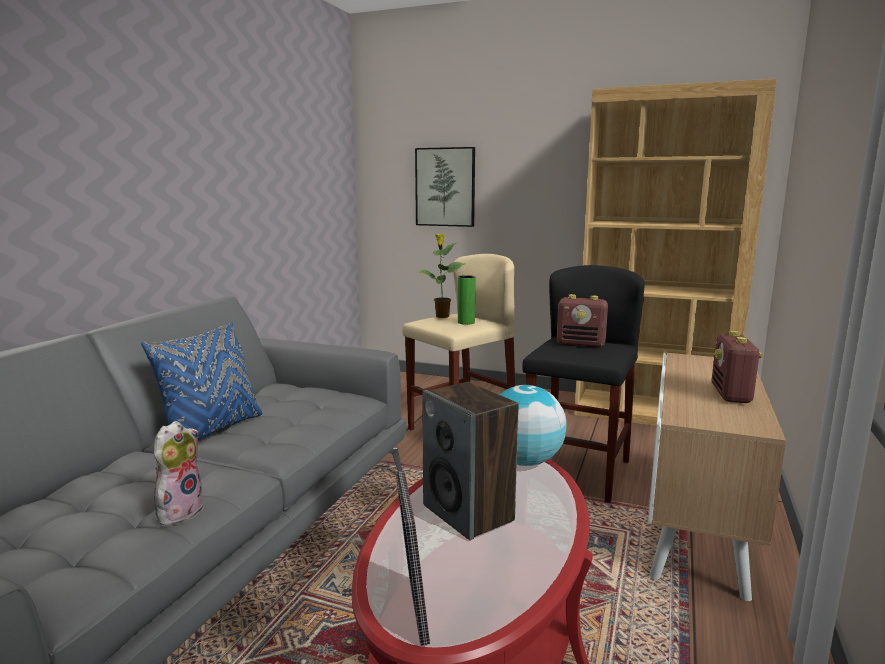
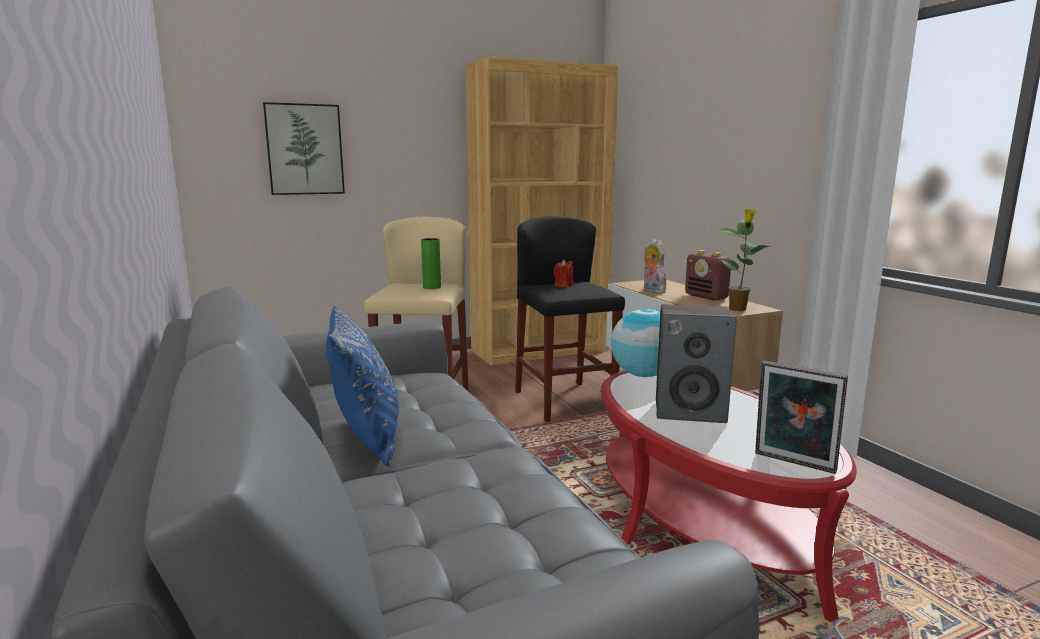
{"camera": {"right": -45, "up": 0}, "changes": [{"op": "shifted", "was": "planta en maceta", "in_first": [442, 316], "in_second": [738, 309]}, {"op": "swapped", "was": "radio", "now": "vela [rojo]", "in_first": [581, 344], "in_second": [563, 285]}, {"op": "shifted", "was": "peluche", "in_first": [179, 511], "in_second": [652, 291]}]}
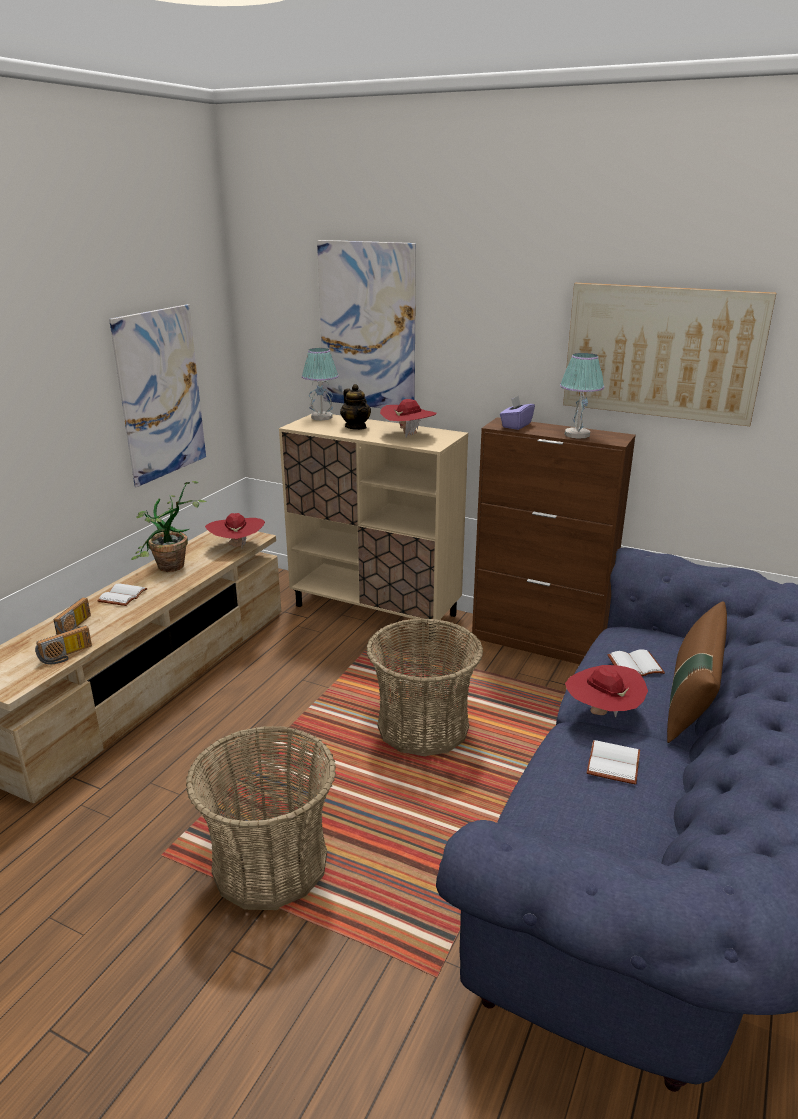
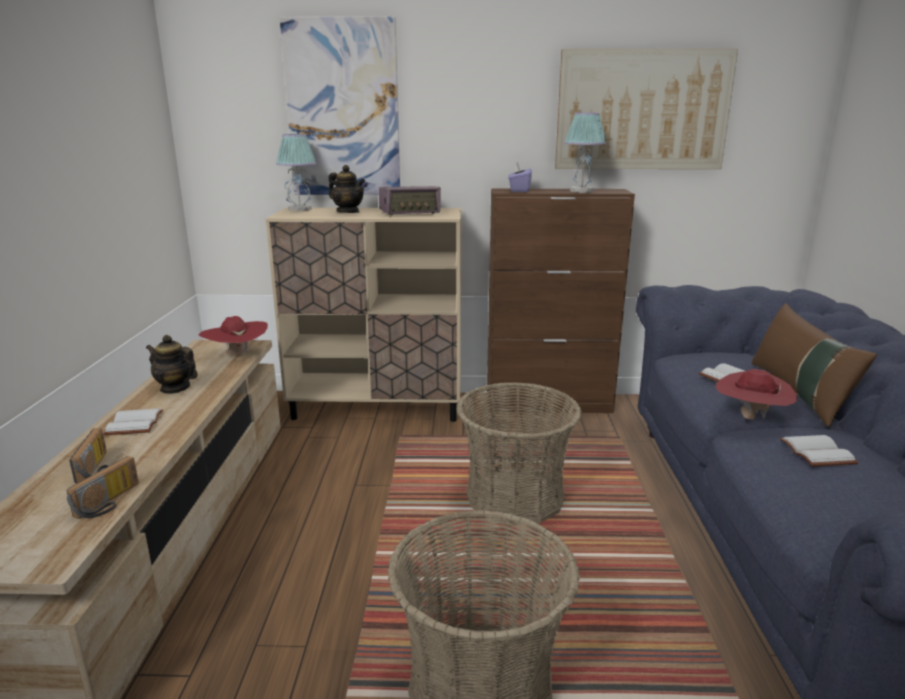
{"camera": {"right": -25, "up": -5}, "changes": [{"op": "gone", "was": "cuadro", "in_first": [161, 394]}, {"op": "swapped", "was": "sombrero [rojo]", "now": "radio", "in_first": [408, 435], "in_second": [410, 212]}, {"op": "swapped", "was": "planta en maceta", "now": "tetera", "in_first": [171, 569], "in_second": [175, 388]}]}
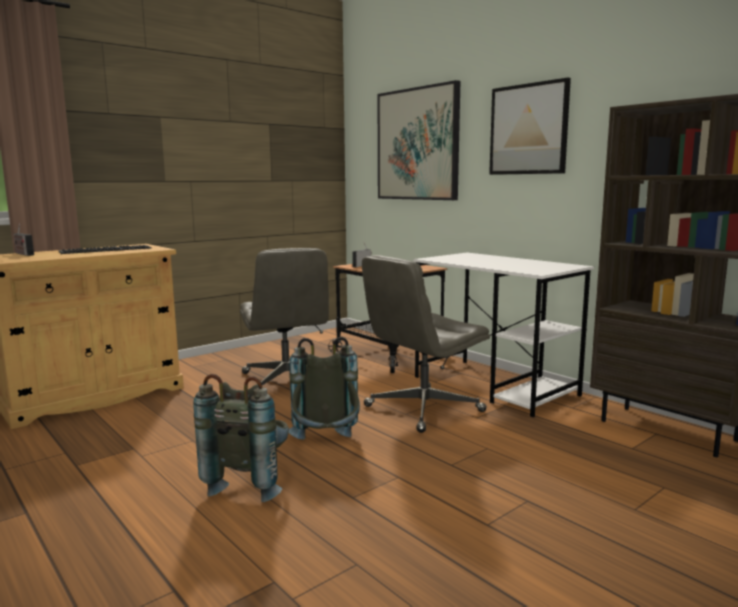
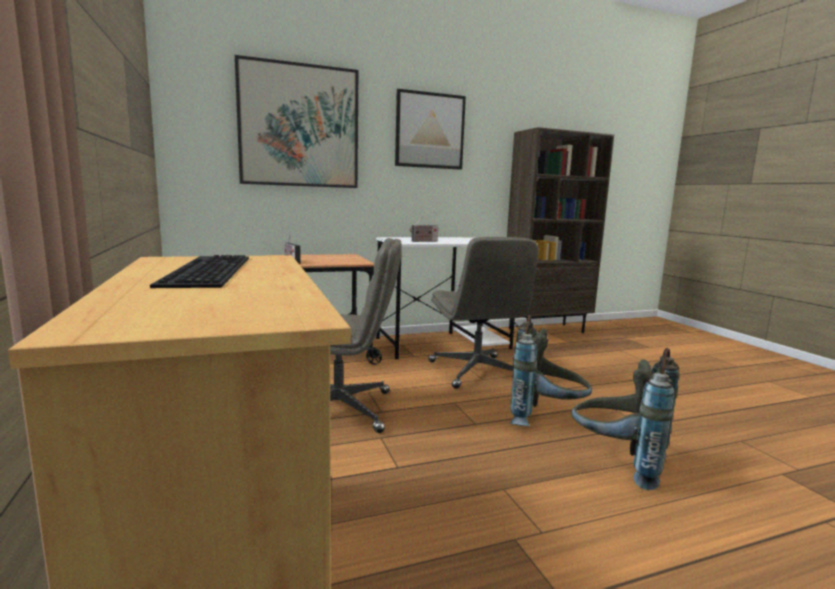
{"camera": {"right": -70, "up": 0}, "changes": [{"op": "shifted", "was": "radio", "in_first": [23, 254], "in_second": [423, 241]}]}
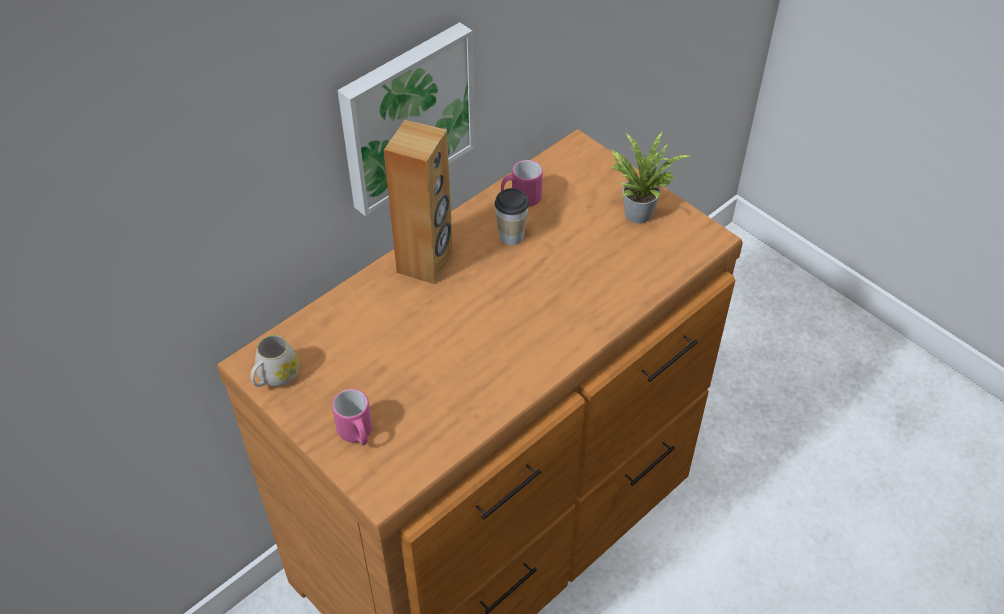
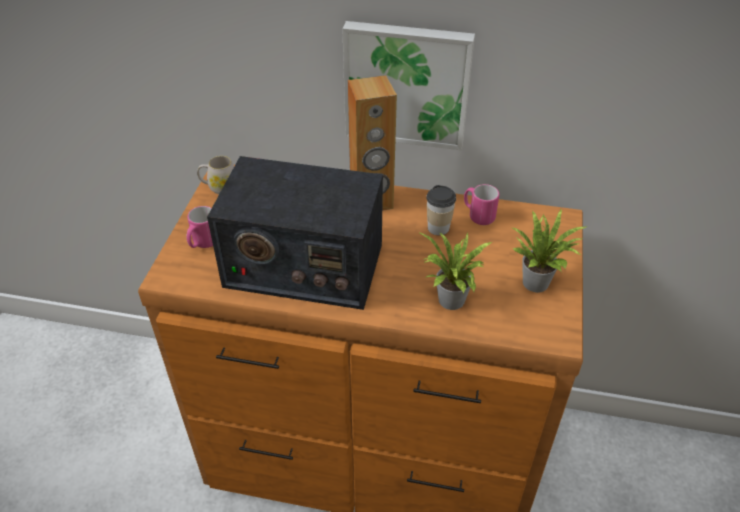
{"camera": {"right": 55, "up": -5}, "changes": [{"op": "new", "now": "radio", "in_second": [303, 265]}, {"op": "new", "now": "planta en maceta", "in_second": [450, 302]}]}
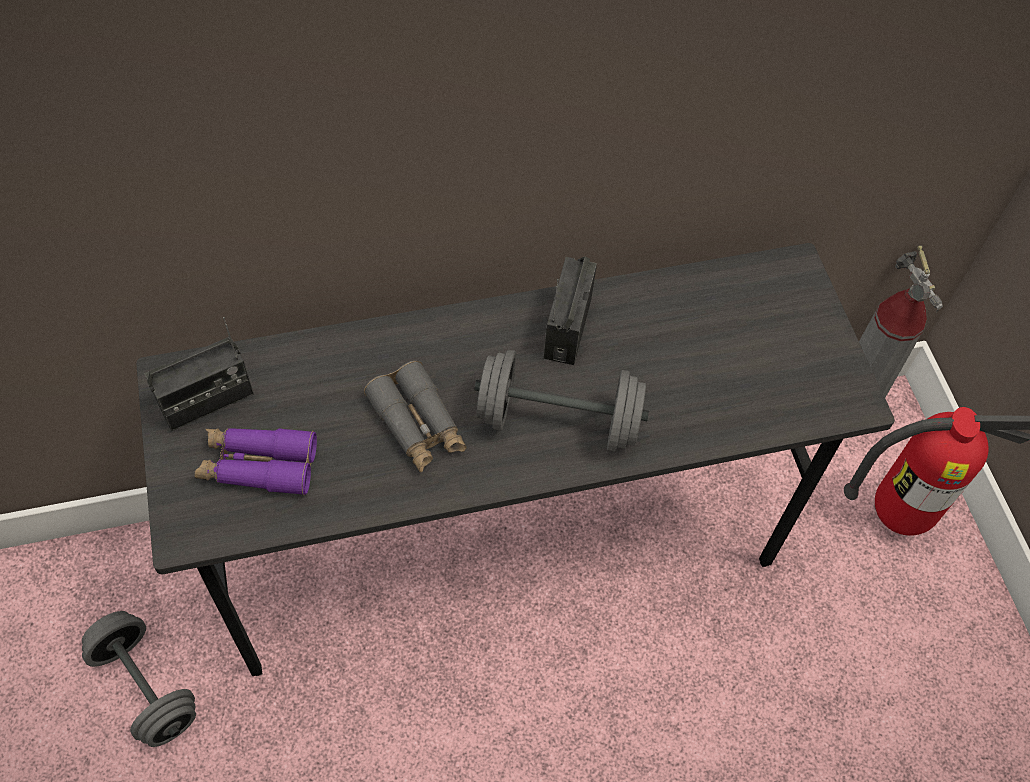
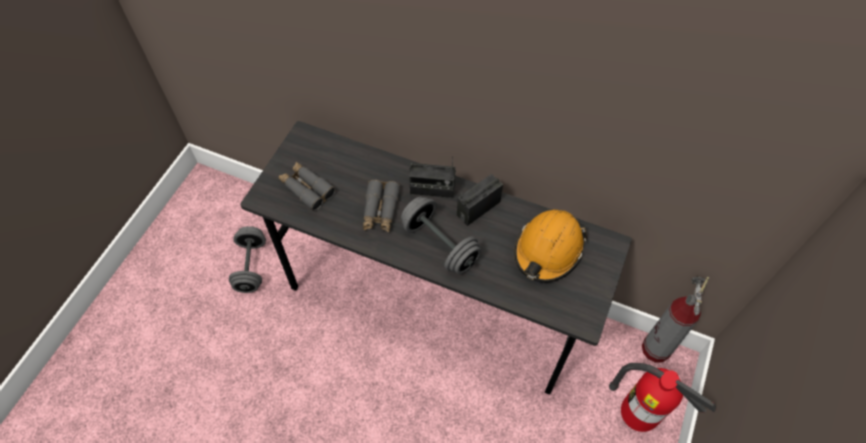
{"camera": {"right": 40, "up": 0}, "changes": [{"op": "shifted", "was": "radio", "in_first": [206, 400], "in_second": [432, 189]}, {"op": "repainted", "was": "prismáticos [morado]", "now": "prismáticos [gris]", "in_first": [258, 465], "in_second": [307, 189]}, {"op": "new", "now": "casco [naranja]", "in_second": [548, 250]}]}
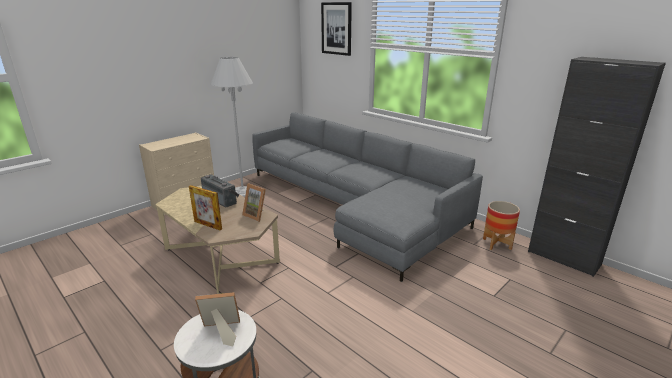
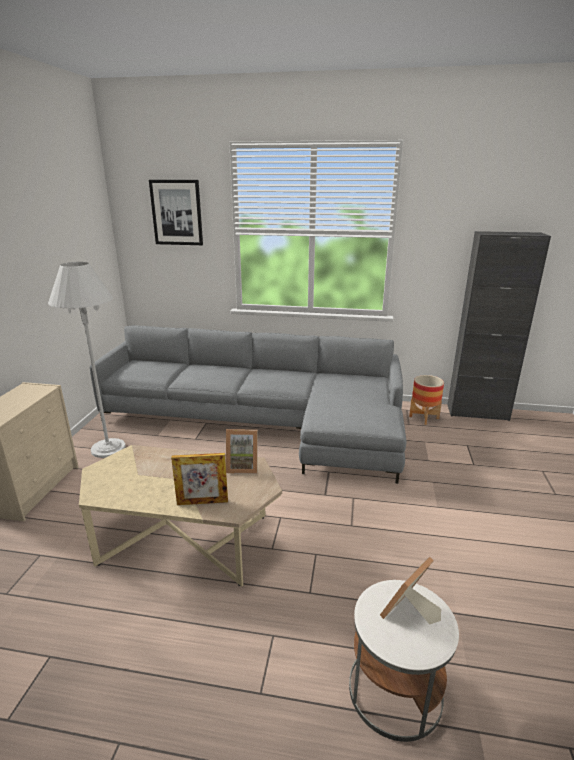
{"camera": {"right": -35, "up": 0}, "changes": [{"op": "gone", "was": "radio", "in_first": [221, 199]}]}
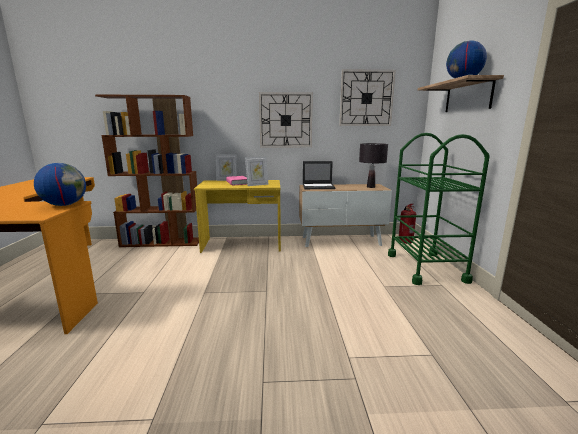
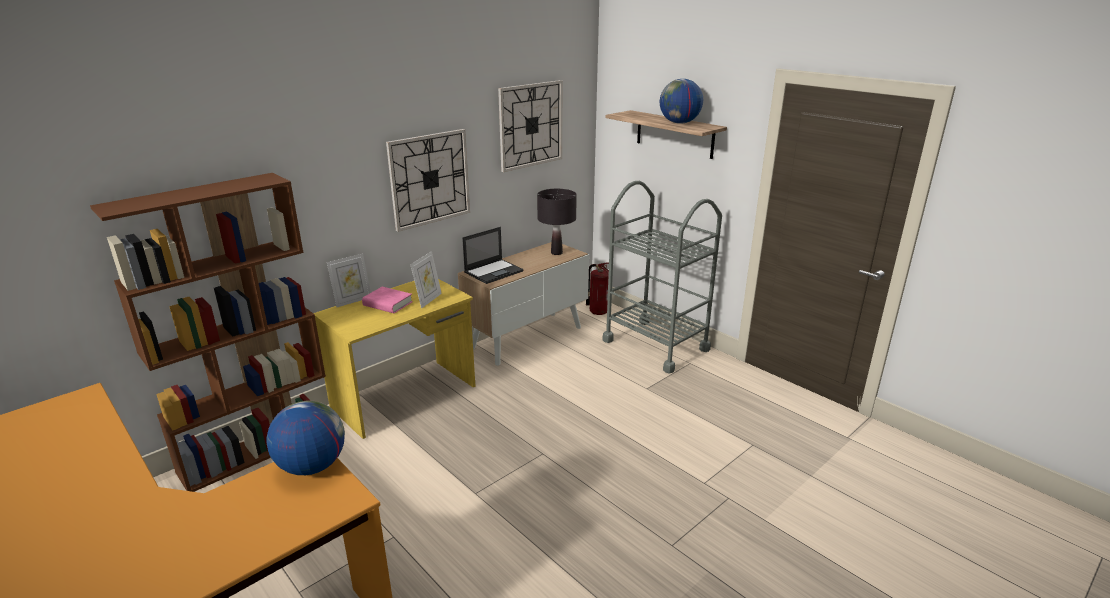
{"camera": {"right": -40, "up": 10}, "changes": [{"op": "repainted", "was": "carrito [verde]", "now": "carrito [gris]", "in_first": [425, 267], "in_second": [655, 345]}]}
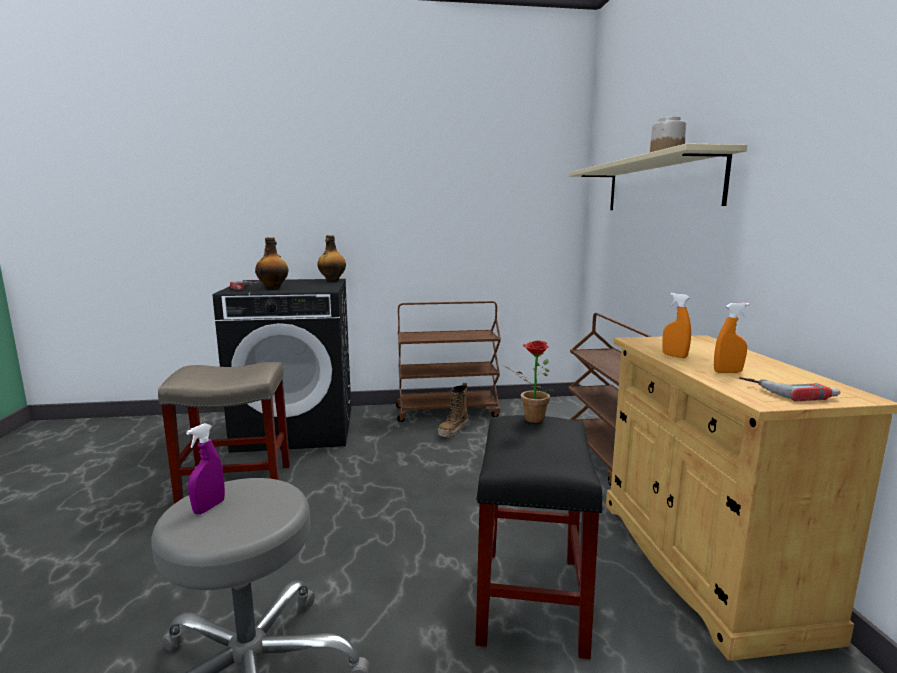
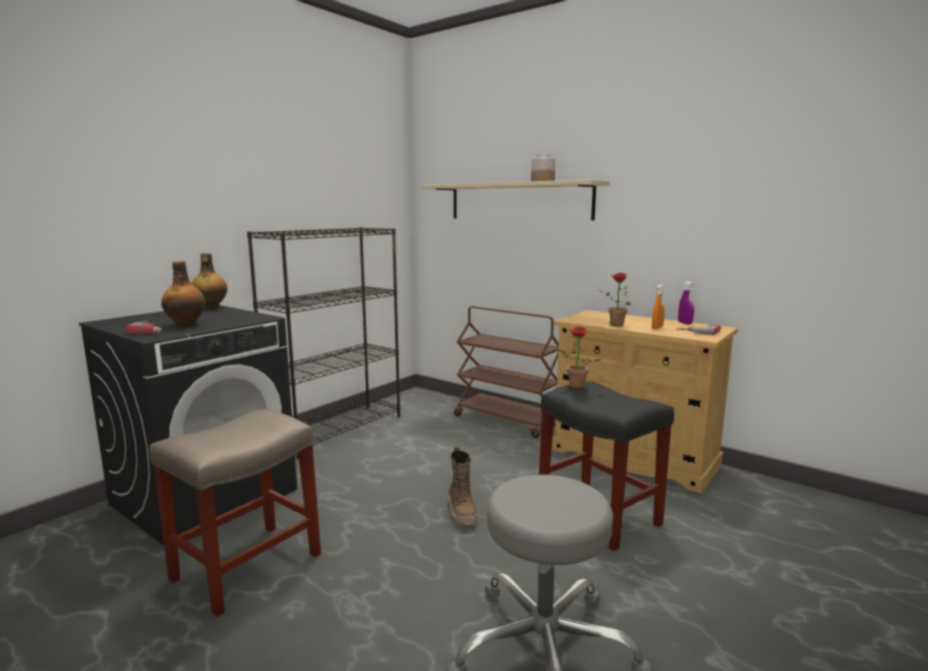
{"camera": {"right": -45, "up": 0}, "changes": [{"op": "swapped", "was": "pulverizador [naranja]", "now": "planta en maceta", "in_first": [674, 356], "in_second": [613, 324]}, {"op": "swapped", "was": "carrito [marrón]", "now": "estantería [negro]", "in_first": [447, 411], "in_second": [337, 429]}, {"op": "shifted", "was": "bota", "in_first": [453, 431], "in_second": [462, 513]}, {"op": "shifted", "was": "pulverizador [morado]", "in_first": [209, 507], "in_second": [685, 323]}]}
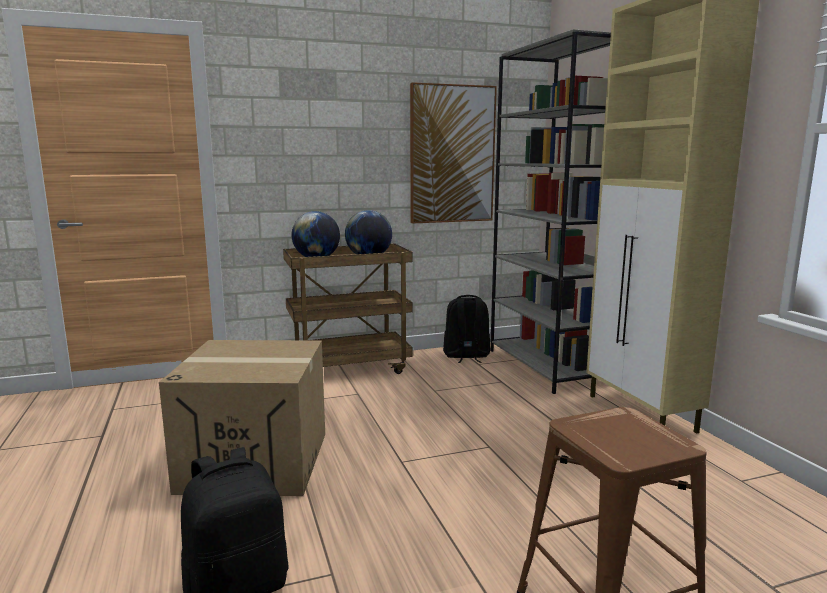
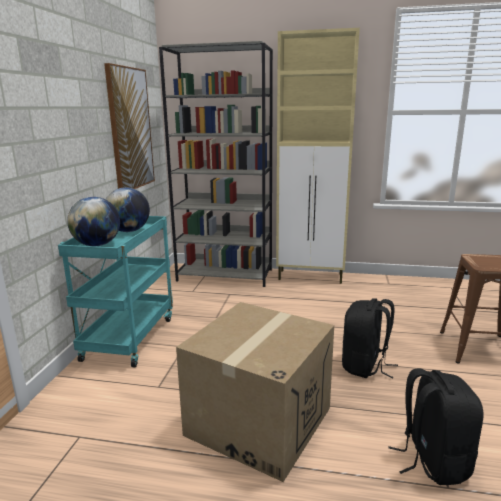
{"camera": {"right": -60, "up": 5}, "changes": [{"op": "repainted", "was": "carrito [marrón]", "now": "carrito [turquesa]", "in_first": [350, 369], "in_second": [129, 337]}, {"op": "shifted", "was": "mochila [negro]", "in_first": [466, 356], "in_second": [365, 366]}]}
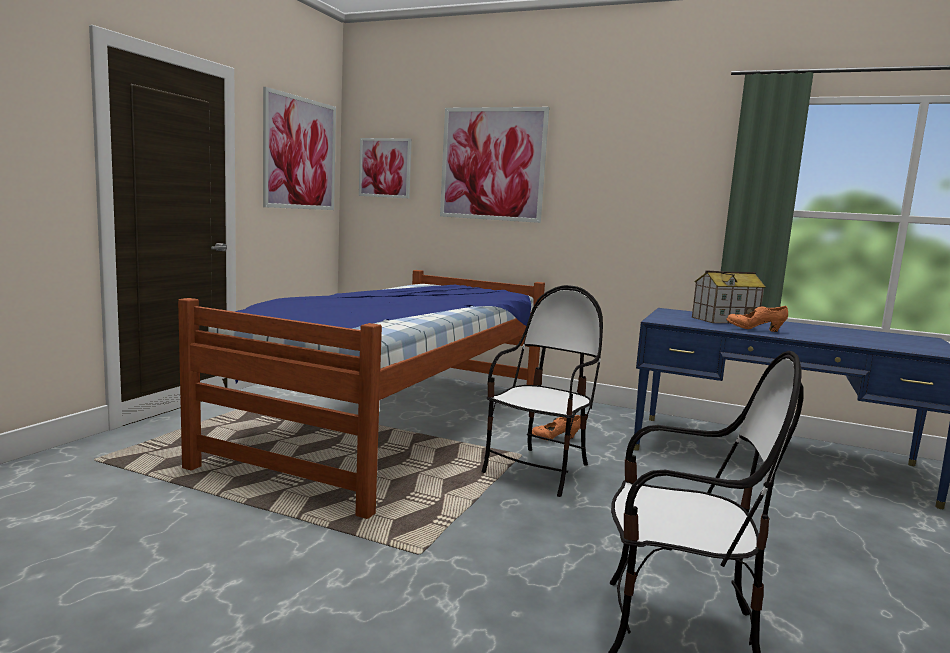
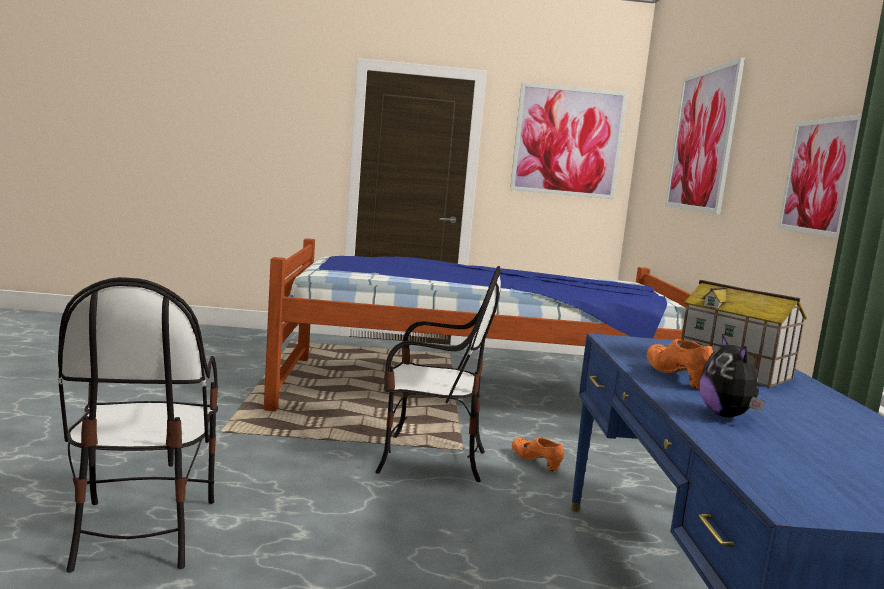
{"camera": {"right": 65, "up": 0}, "changes": [{"op": "shifted", "was": "cuadro", "in_first": [385, 168], "in_second": [821, 177]}, {"op": "new", "now": "peluche", "in_second": [727, 415]}]}
